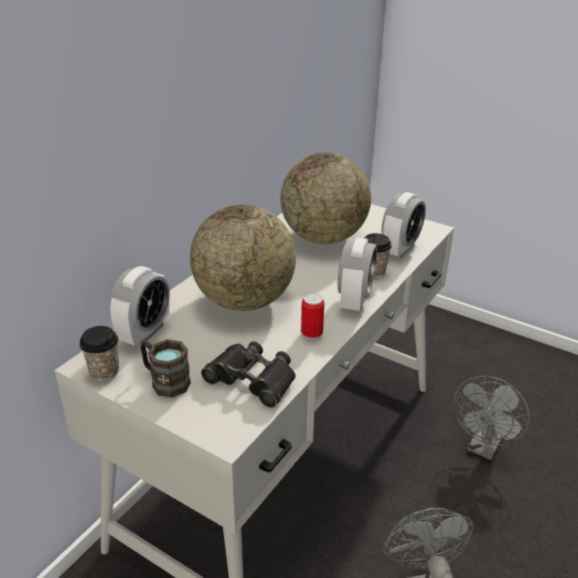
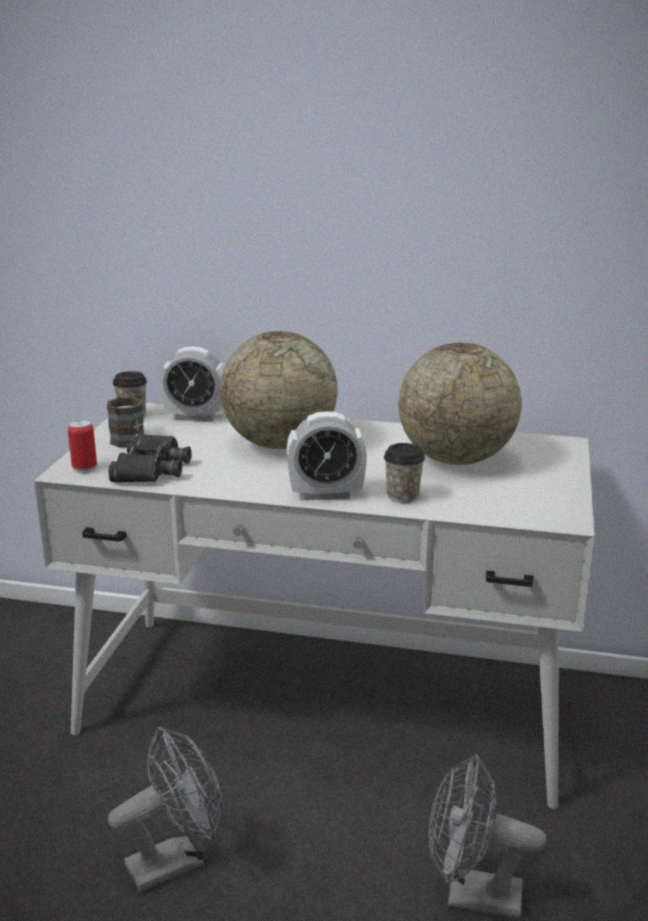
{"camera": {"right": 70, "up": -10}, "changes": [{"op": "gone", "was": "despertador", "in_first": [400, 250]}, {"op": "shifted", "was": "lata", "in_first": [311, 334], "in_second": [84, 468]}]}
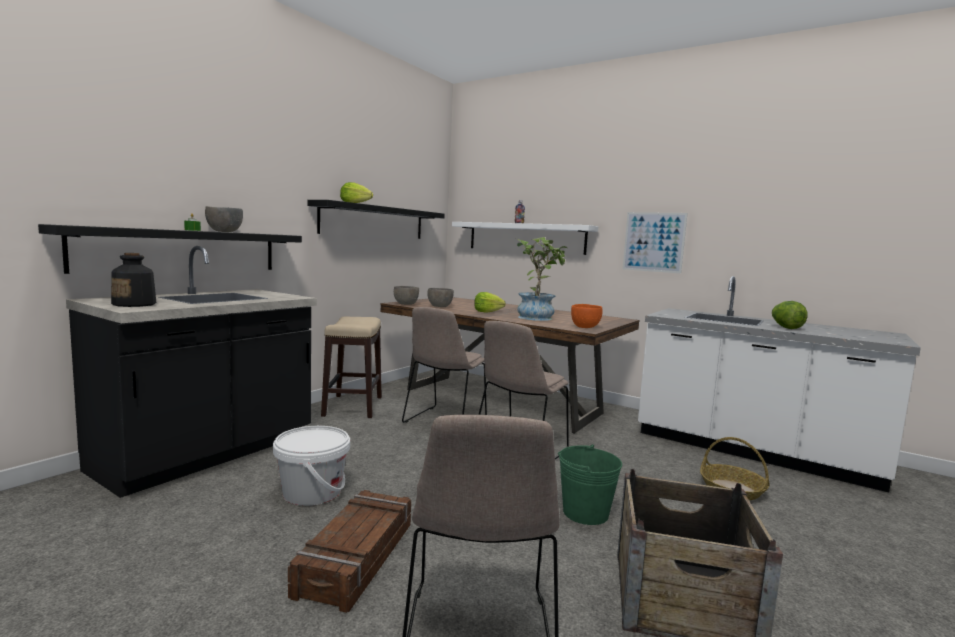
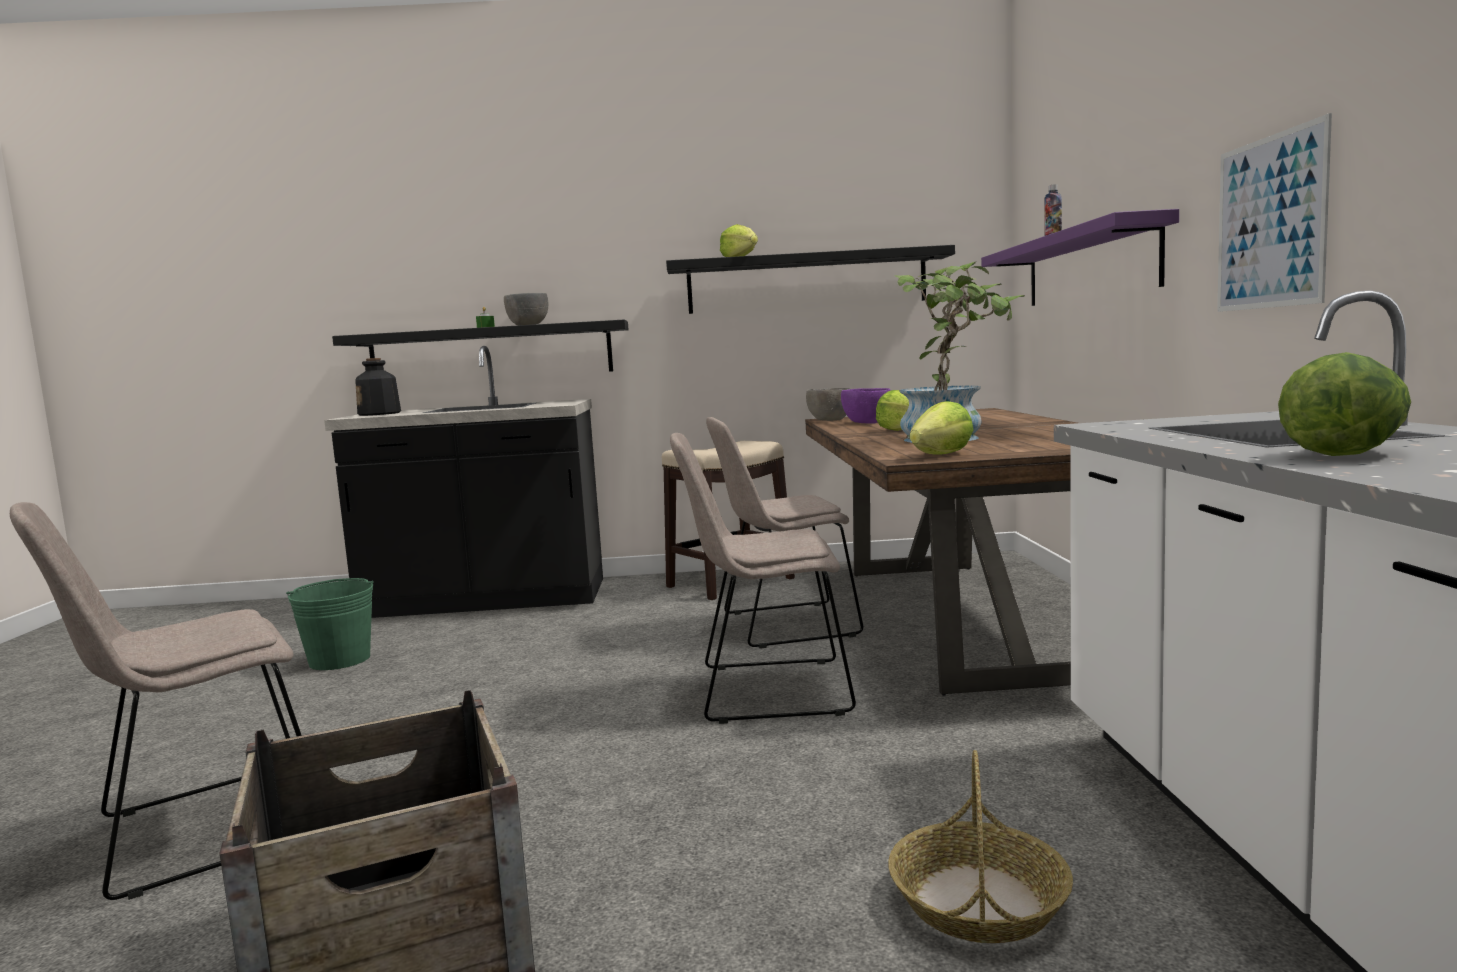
{"camera": {"right": 55, "up": 0}, "changes": [{"op": "repainted", "was": "estante [blanco]", "now": "estante [morado]", "in_first": [525, 237], "in_second": [1088, 267]}, {"op": "repainted", "was": "cuenco [gris]", "now": "cuenco [morado]", "in_first": [439, 307], "in_second": [866, 423]}, {"op": "swapped", "was": "cuenco [naranja]", "now": "lechuga", "in_first": [585, 327], "in_second": [941, 455]}, {"op": "gone", "was": "cubo [blanco]", "in_first": [312, 492]}, {"op": "shifted", "was": "cubo [verde]", "in_first": [585, 513], "in_second": [340, 660]}, {"op": "gone", "was": "caja de embalaje", "in_first": [357, 558]}]}
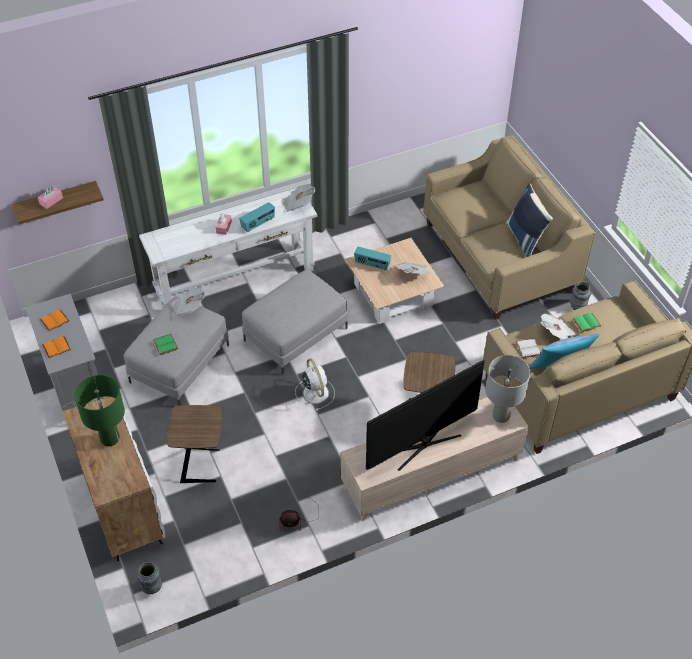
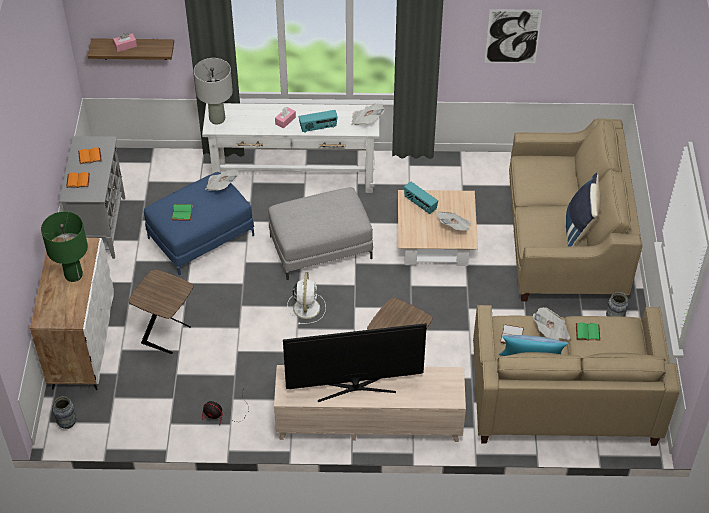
{"camera": {"right": 25, "up": 0}, "changes": [{"op": "repainted", "was": "puf [gris]", "now": "puf [azul]", "in_first": [179, 363], "in_second": [200, 236]}, {"op": "shifted", "was": "lámpara de mesa [gris]", "in_first": [500, 416], "in_second": [217, 119]}, {"op": "new", "now": "cuadro", "in_second": [512, 36]}]}
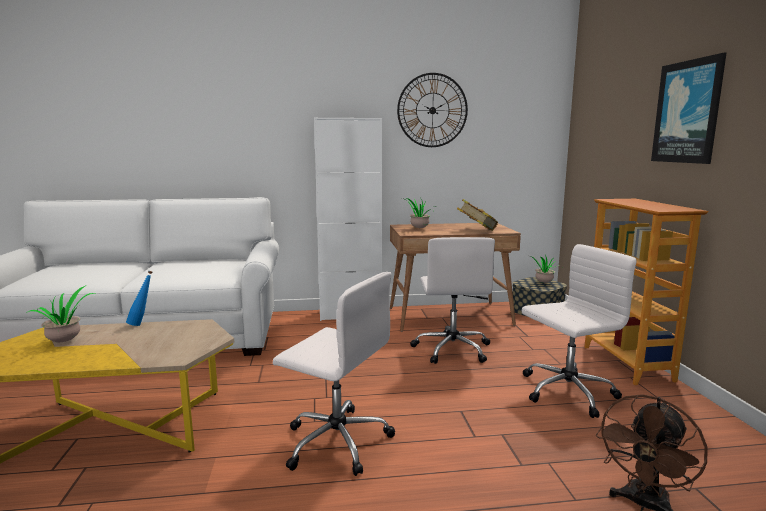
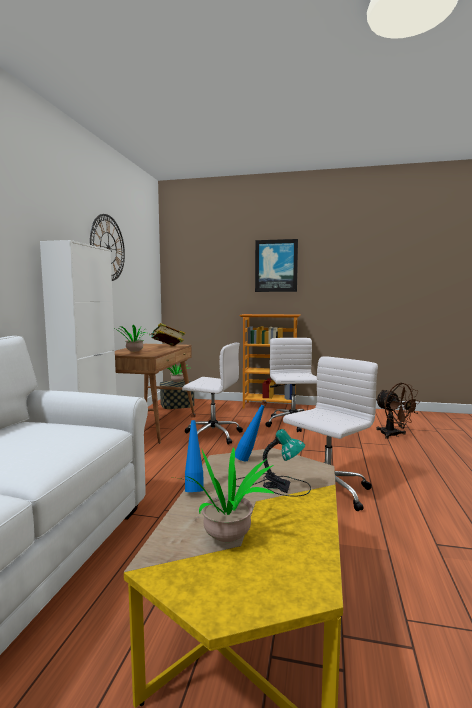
{"camera": {"right": -70, "up": -5}, "changes": [{"op": "new", "now": "botella [azul]", "in_second": [250, 460]}, {"op": "new", "now": "lámpara de mesa", "in_second": [274, 485]}]}
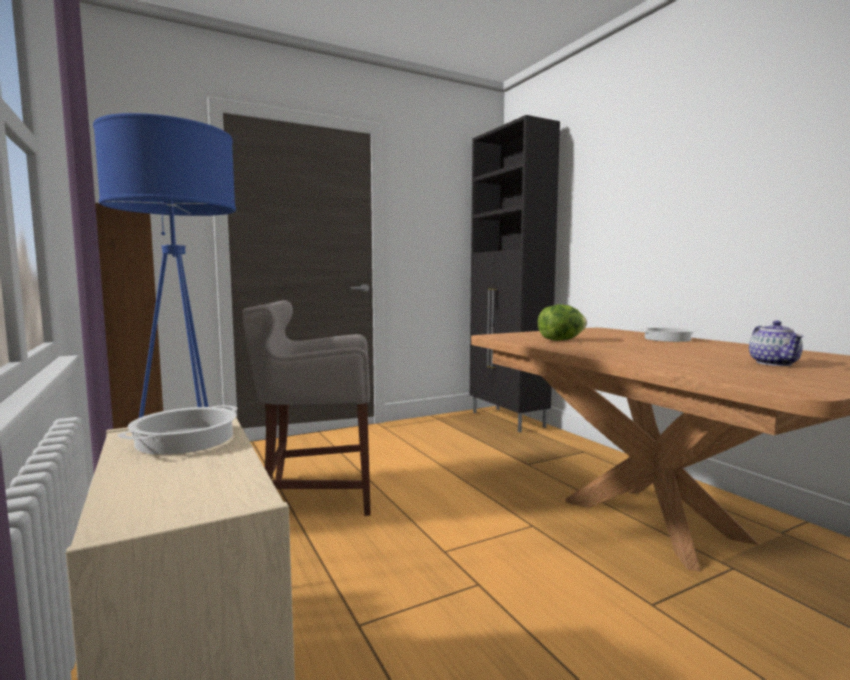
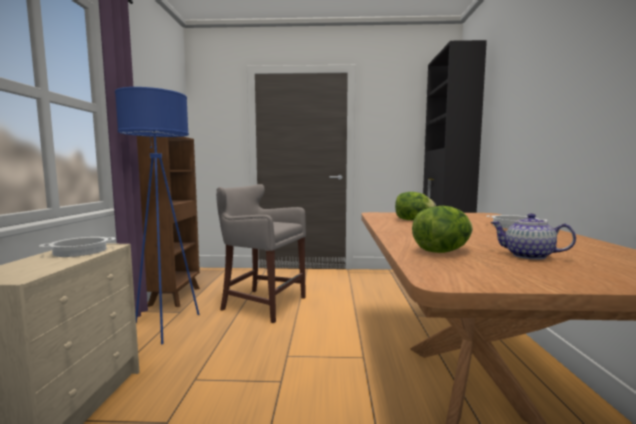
{"camera": {"right": 30, "up": 0}, "changes": [{"op": "rotated", "was": "tetera", "in_first": [774, 363], "in_second": [528, 256], "clockwise": 90}, {"op": "new", "now": "lechuga", "in_second": [442, 251]}]}
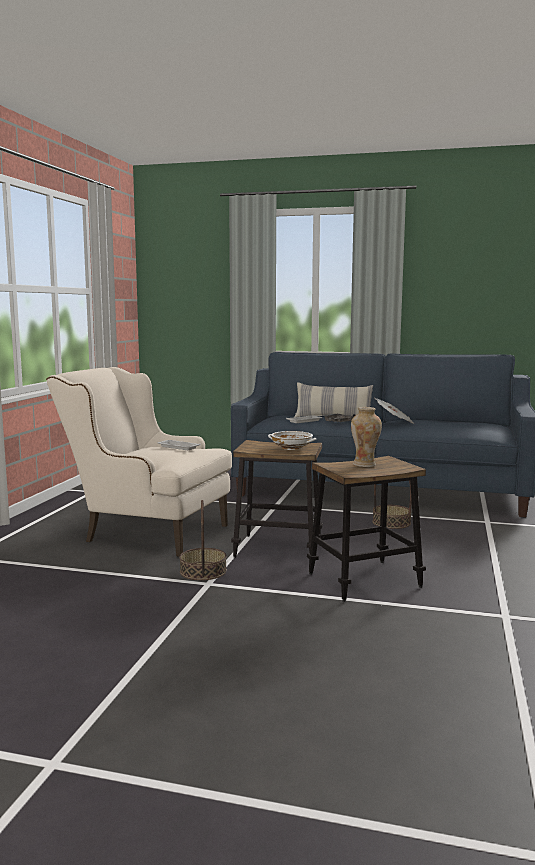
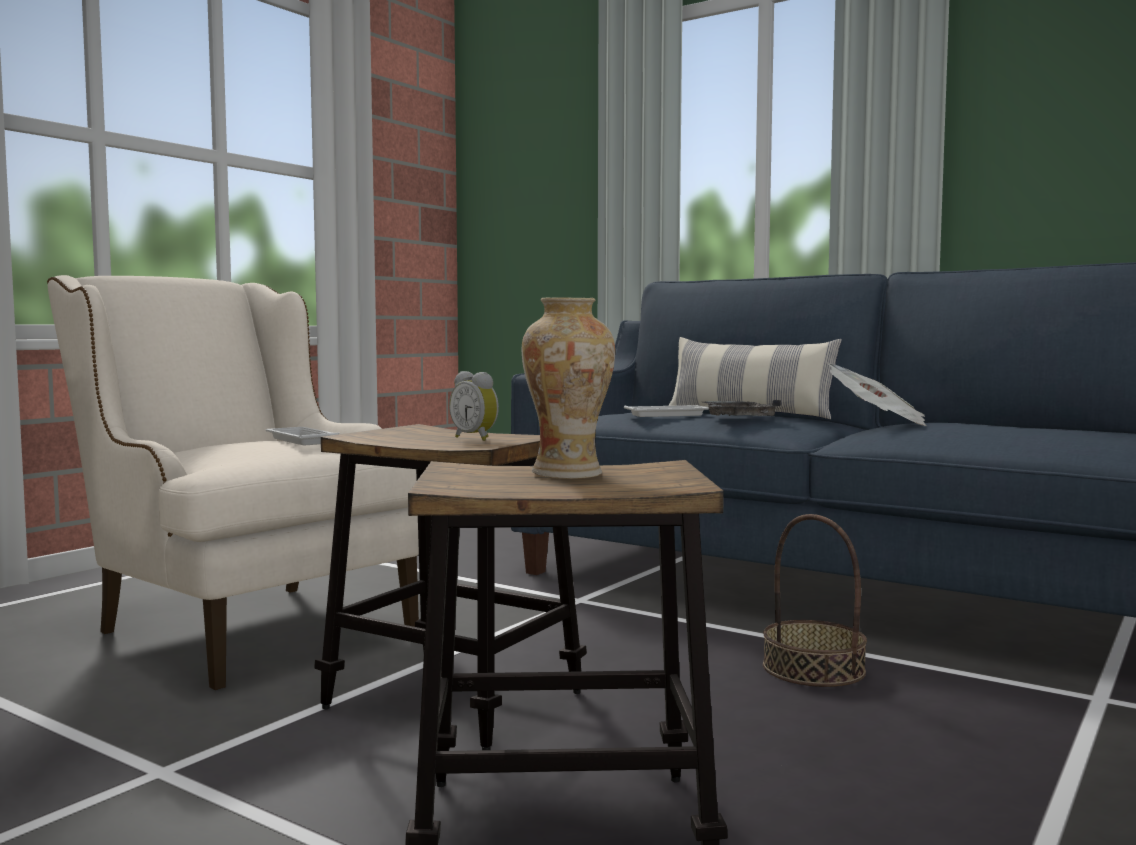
{"camera": {"right": 20, "up": -5}, "changes": [{"op": "swapped", "was": "cuenco [blanco]", "now": "despertador", "in_first": [292, 448], "in_second": [476, 438]}, {"op": "gone", "was": "cesta", "in_first": [203, 571]}]}
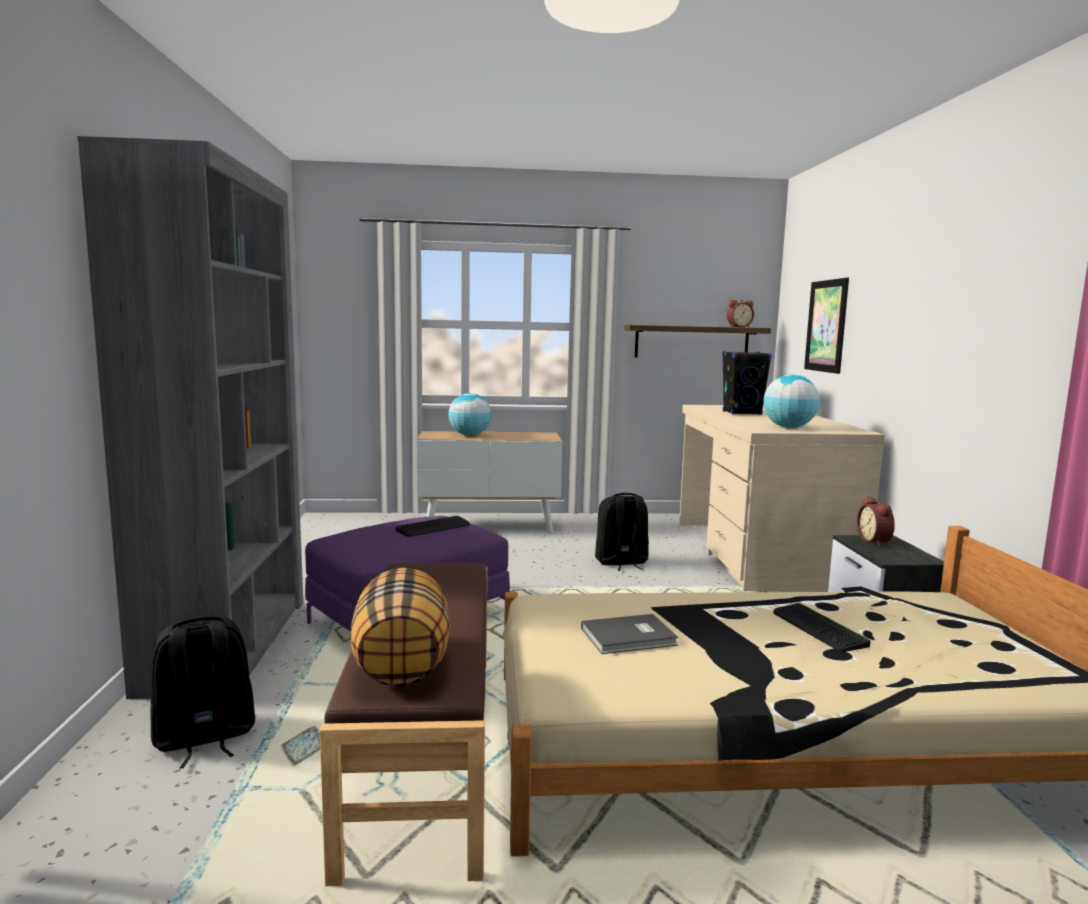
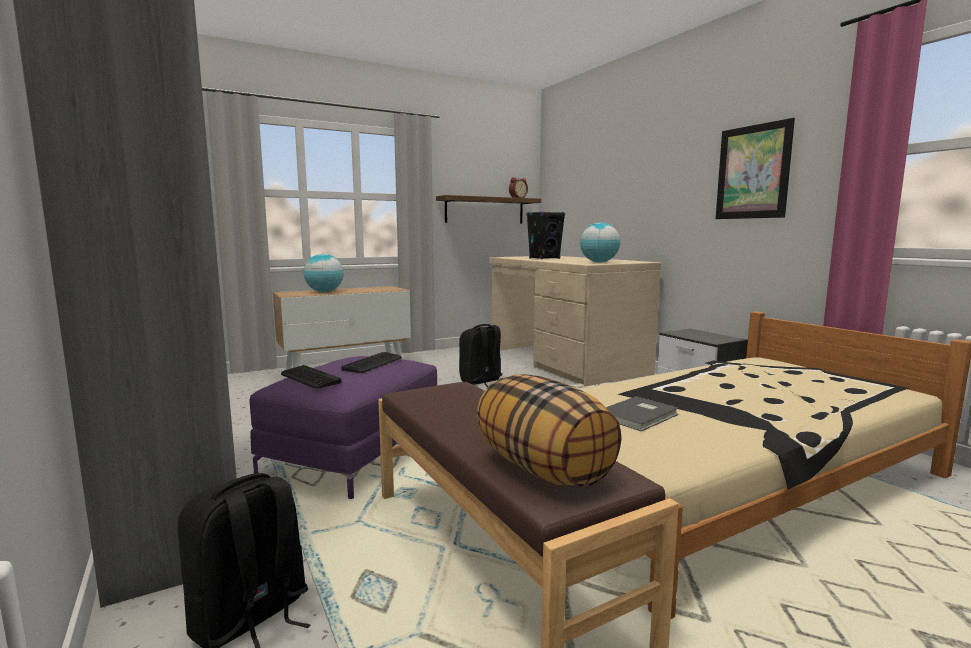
{"camera": {"right": -25, "up": 0}, "changes": [{"op": "shifted", "was": "cuadro", "in_first": [826, 326], "in_second": [753, 172]}, {"op": "gone", "was": "despertador", "in_first": [875, 541]}, {"op": "shifted", "was": "teclado", "in_first": [818, 628], "in_second": [309, 378]}]}
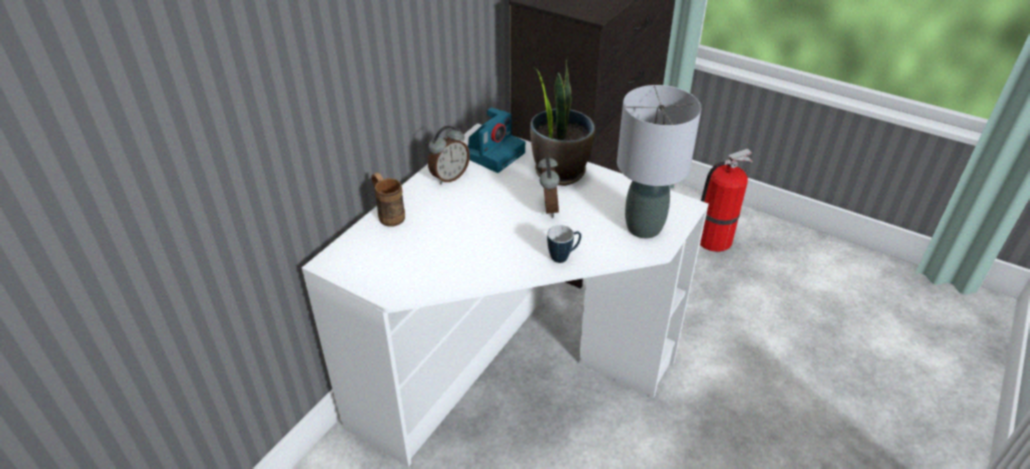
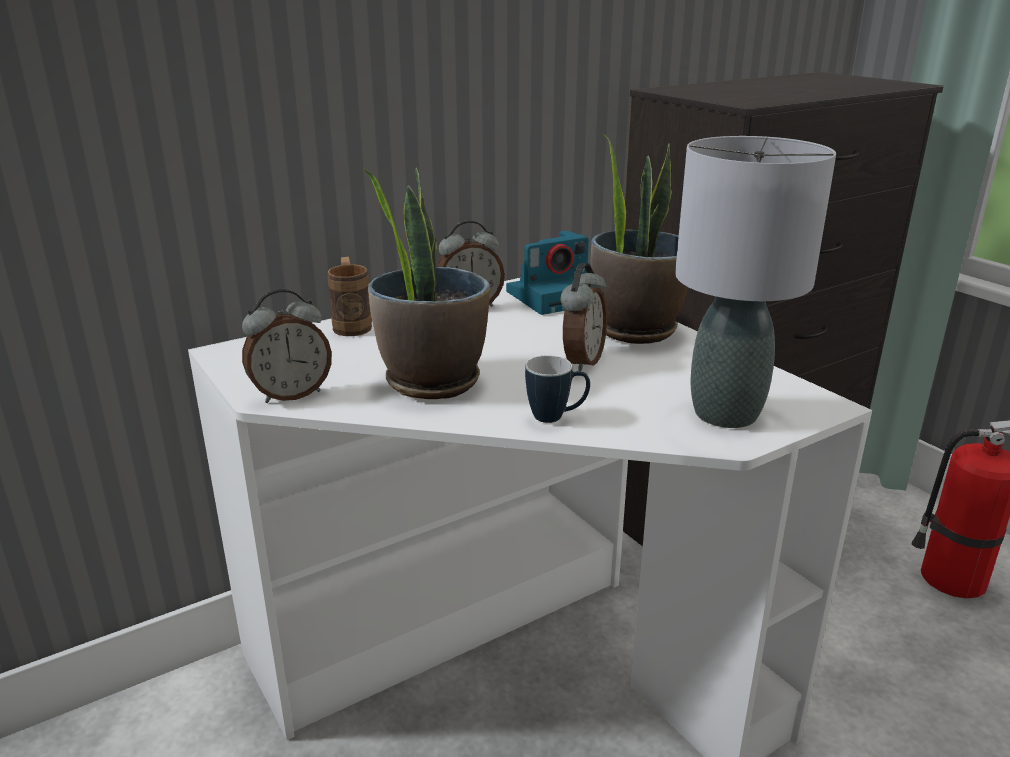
{"camera": {"right": 25, "up": -15}, "changes": [{"op": "new", "now": "planta en maceta", "in_second": [431, 381]}, {"op": "new", "now": "despertador", "in_second": [291, 394]}]}
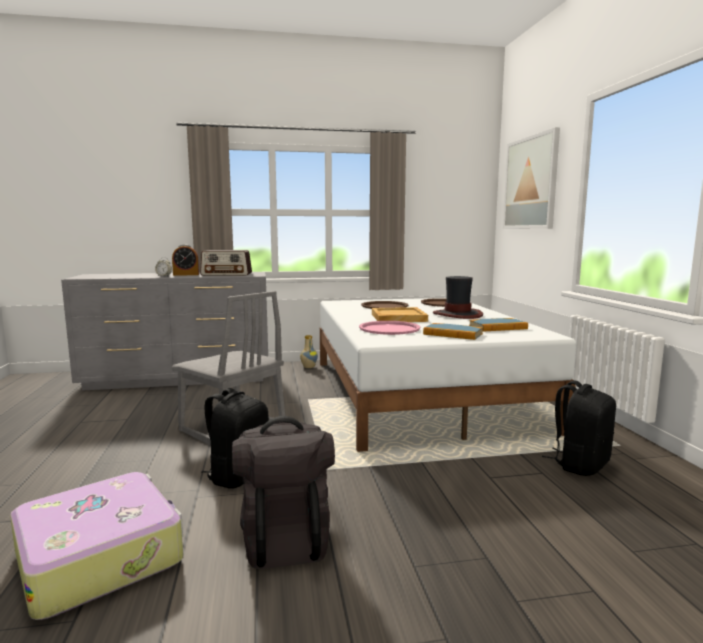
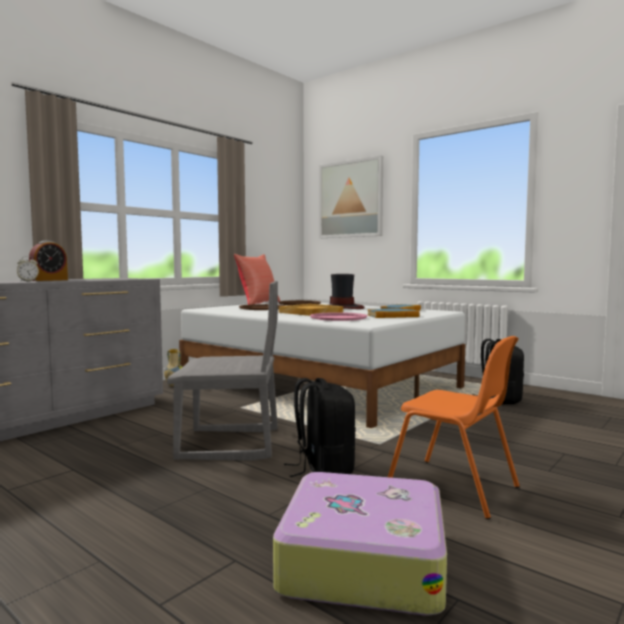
{"camera": {"right": -40, "up": -5}, "changes": [{"op": "gone", "was": "radio", "in_first": [227, 274]}, {"op": "swapped", "was": "mochila [negro]", "now": "silla [naranja]", "in_first": [285, 537], "in_second": [454, 488]}, {"op": "new", "now": "cojín [rojo]", "in_second": [258, 303]}]}
